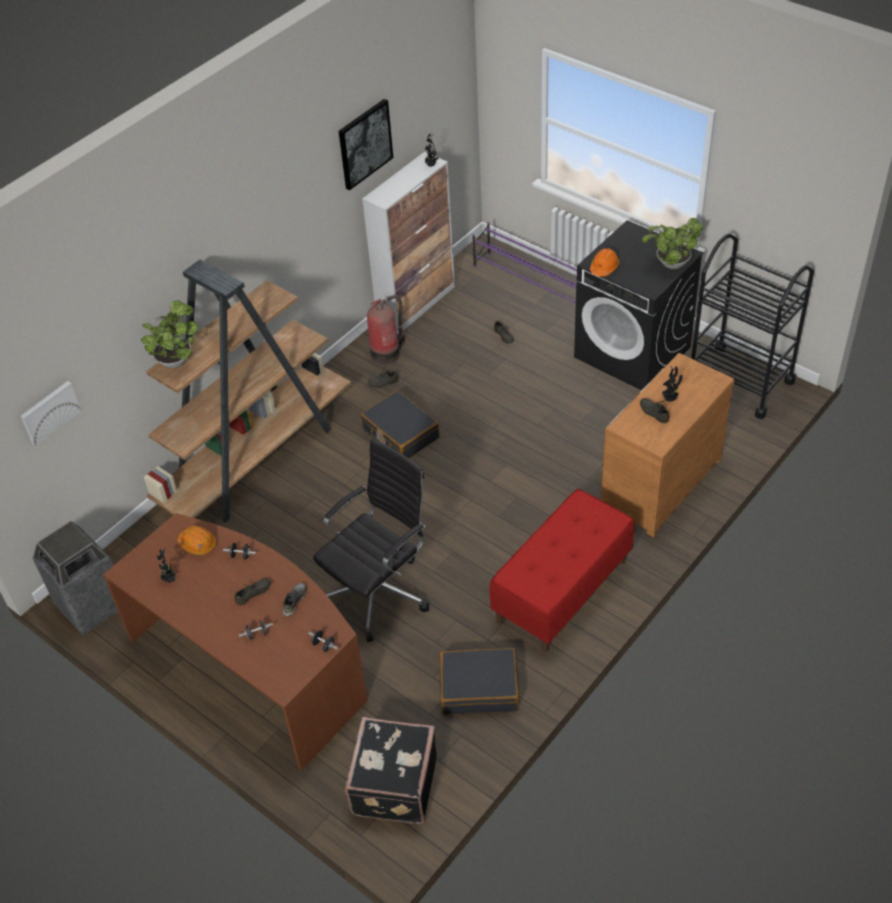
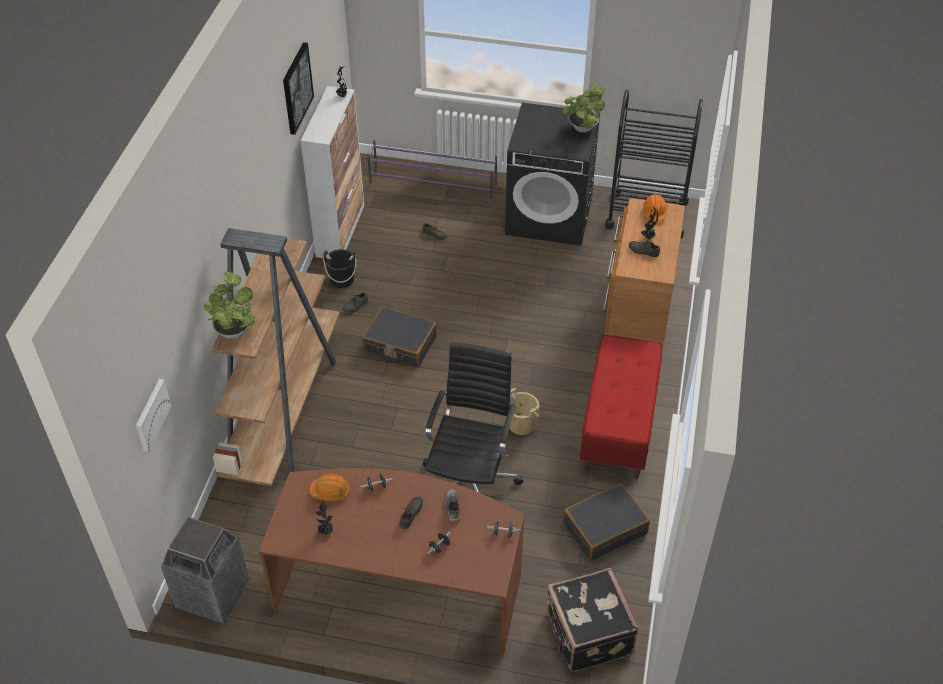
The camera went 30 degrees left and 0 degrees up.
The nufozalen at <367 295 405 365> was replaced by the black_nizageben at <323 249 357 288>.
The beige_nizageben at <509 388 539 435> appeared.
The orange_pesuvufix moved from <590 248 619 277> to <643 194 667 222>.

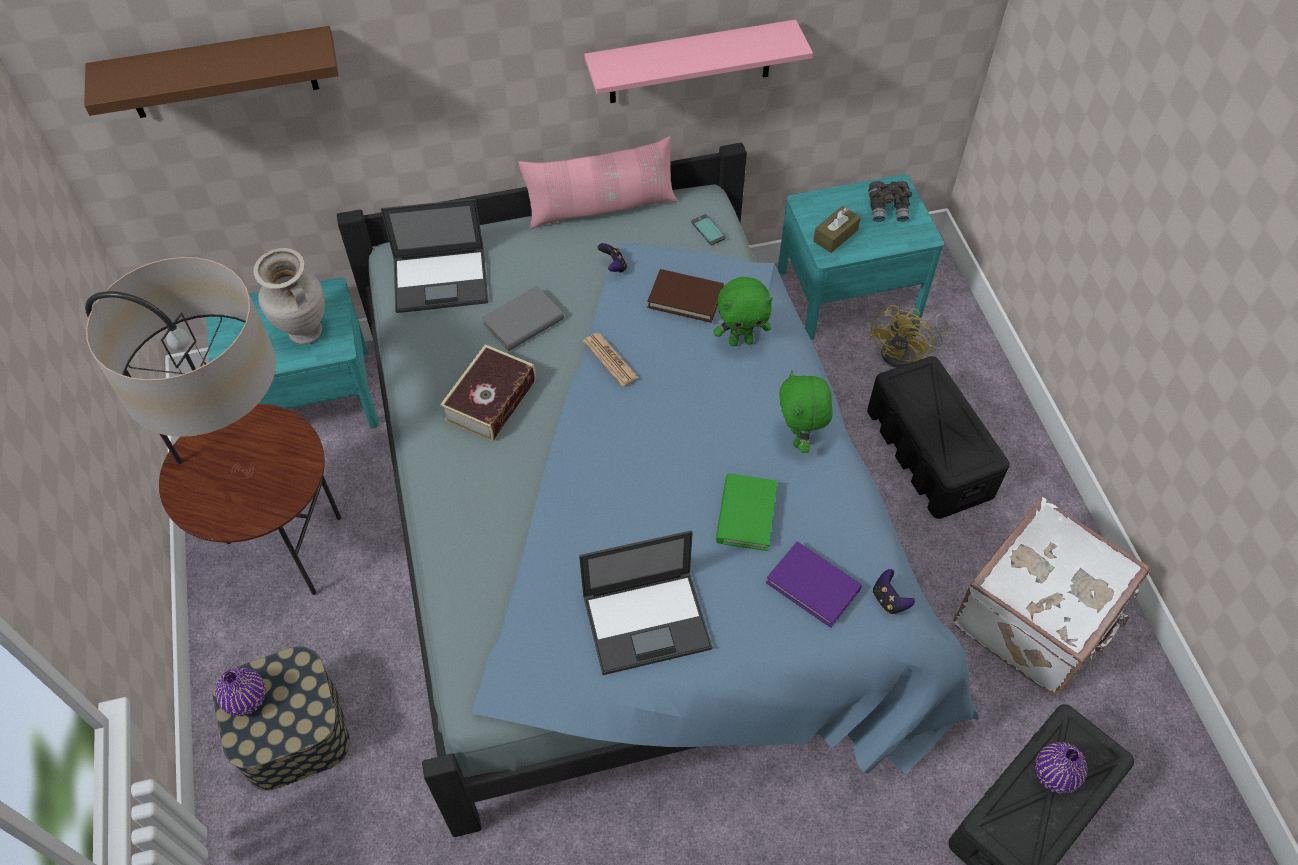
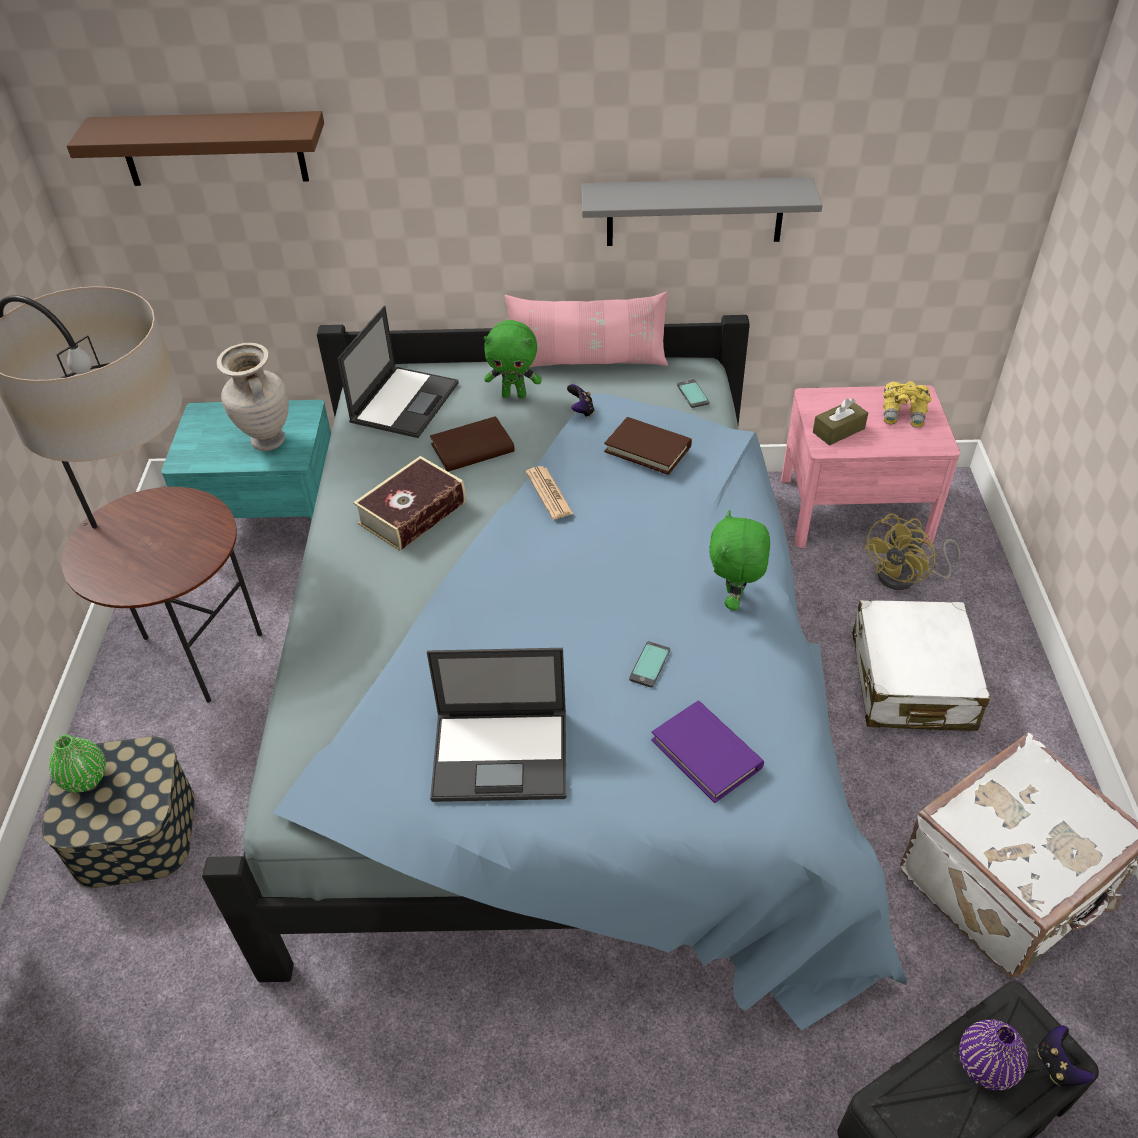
The camera went 15 degrees right and 10 degrees down.
The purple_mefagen at <215 667 266 716> became the green_mefagen at <49 735 106 793>.
The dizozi at <381 199 488 313> turned 75 degrees counterclockwise.
The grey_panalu at <482 286 564 351> became the brown_panalu at <430 416 515 472>.
The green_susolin moved from <713 277 773 346> to <484 320 542 398>.
The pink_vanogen at <584 20 813 103> became the grey_vanogen at <581 177 822 246>.
The green_panalu at <716 474 778 551> was replaced by the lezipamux at <629 641 670 688>.
The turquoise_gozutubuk at <778 174 944 340> became the pink_gozutubuk at <781 385 960 548>.
The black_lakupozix at <867 356 1010 519> was replaced by the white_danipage at <853 600 990 731>.
The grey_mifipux at <868 181 912 222> became the yellow_mifipux at <883 381 931 428>.
The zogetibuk moved from <873 569 915 614> to <1037 1026 1095 1086>.

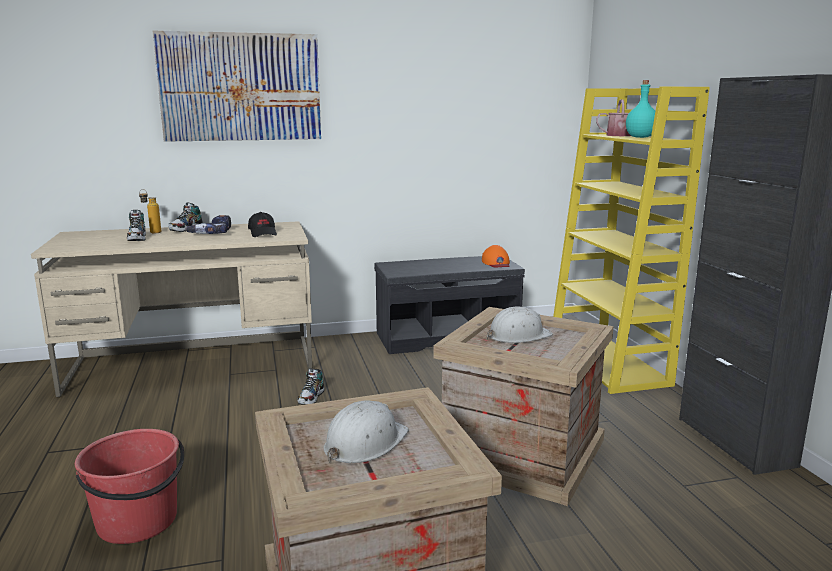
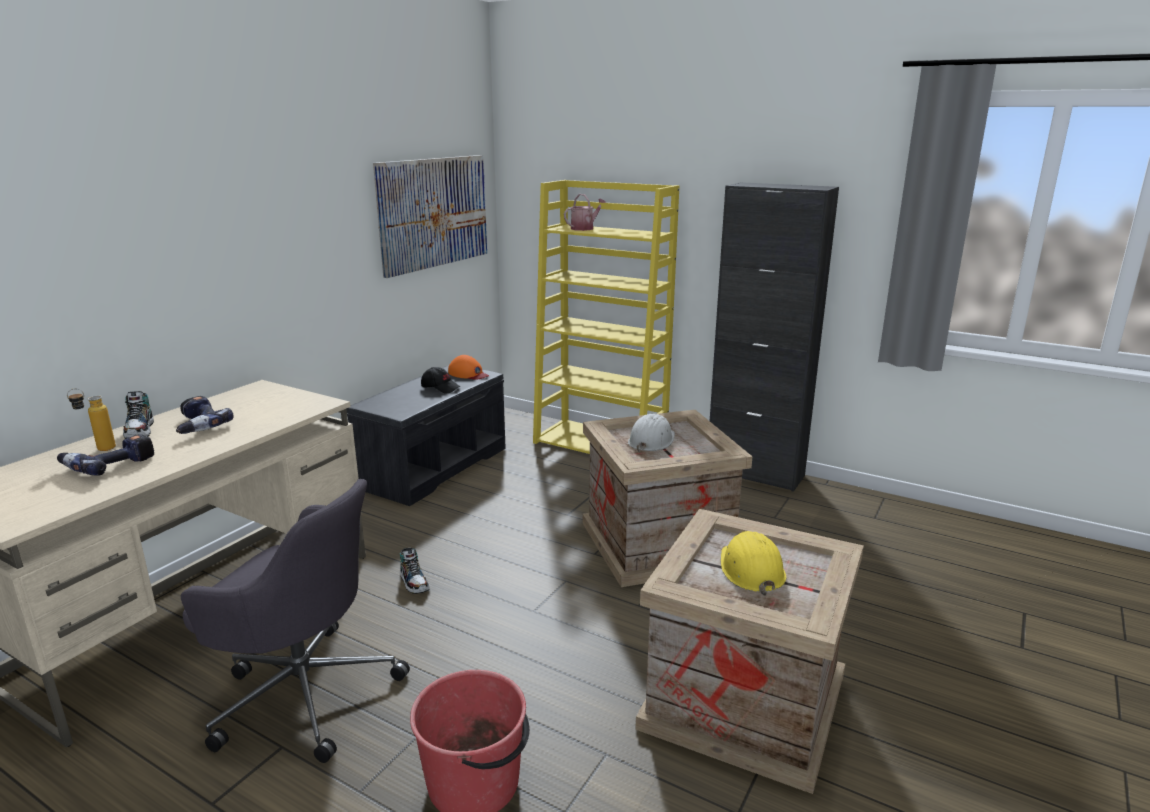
The camera went 45 degrees left and 5 degrees up.
The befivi at <127 210 146 241> was replaced by the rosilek at <57 434 154 476>.
The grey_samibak at <181 479 410 763> appeared.
The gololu moved from <152 31 321 142> to <373 155 487 278>.
The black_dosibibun moved from <248 212 277 237> to <421 367 460 394>.
The white_pesuvufix at <324 400 409 463> became the yellow_pesuvufix at <721 531 786 596>.
The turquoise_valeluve at <626 80 655 138> disappeared.

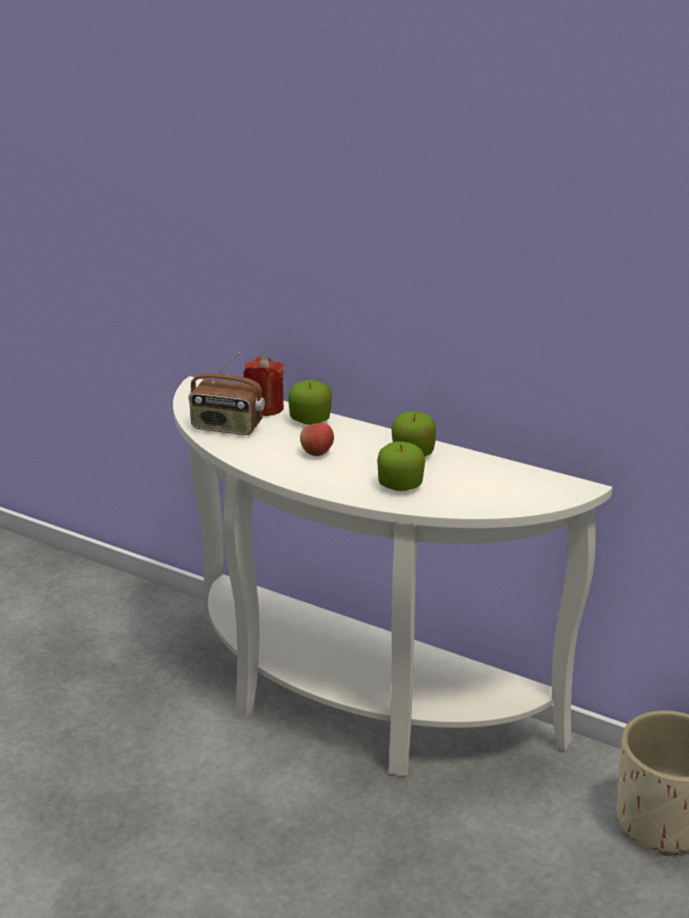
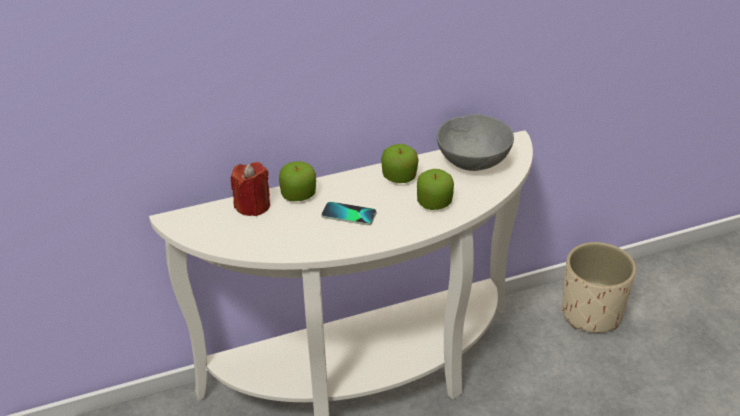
The camera went 50 degrees left and 10 degrees up.
The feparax at <300 423 334 456> was replaced by the lezipamux at <321 202 376 225>.
The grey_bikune at <437 114 514 171> appeared.
The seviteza at <188 352 265 435> disappeared.

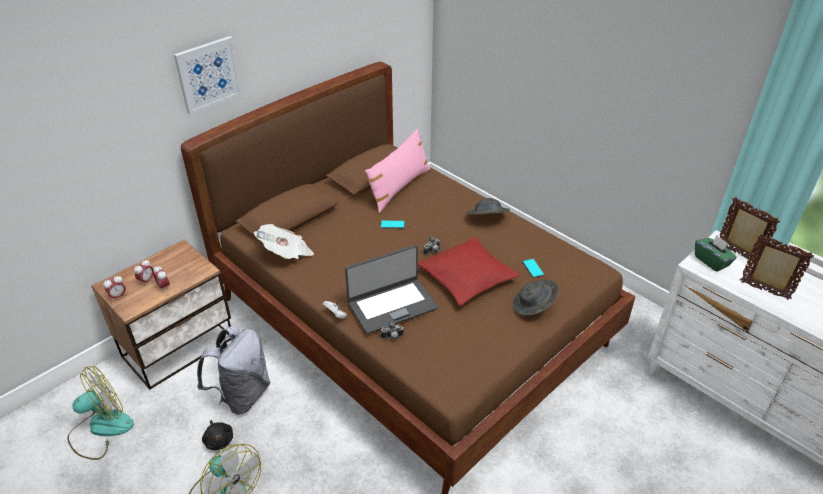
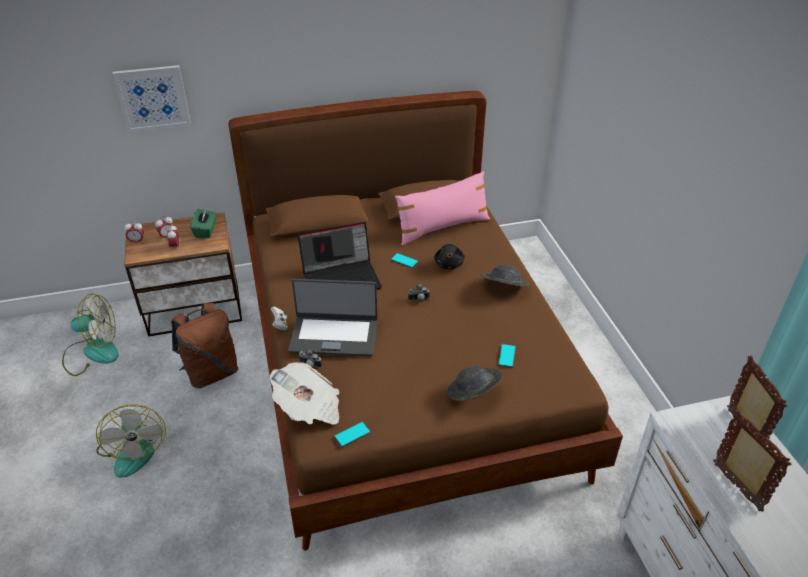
The camera went 30 degrees right and 0 degrees up.
The gololu moved from <174 36 243 115> to <112 65 191 132>.
The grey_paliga at <197 326 270 415> became the brown_paliga at <171 303 238 389>.
The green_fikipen moved from <695 235 737 272> to <190 208 216 238>.
The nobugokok moved from <254 224 314 259> to <270 362 339 425>.
The dizozi at <298 222 382 289> appeared.
The lezipamux at <334 421 371 448> appeared.
The black_susolin moved from <202 420 233 450> to <434 244 465 269>.
The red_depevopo at <418 236 520 306> disappeared.

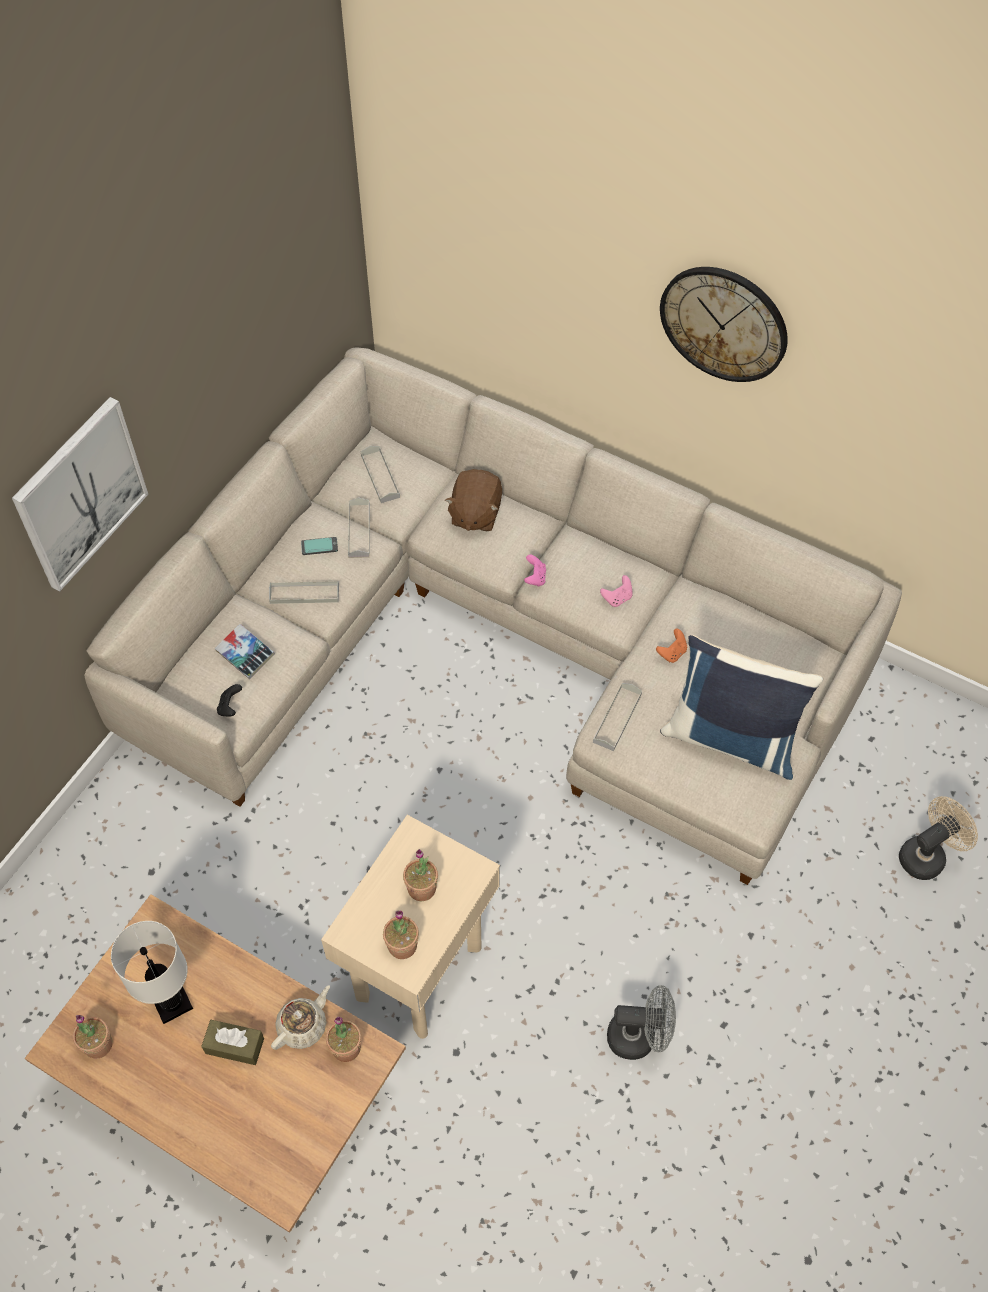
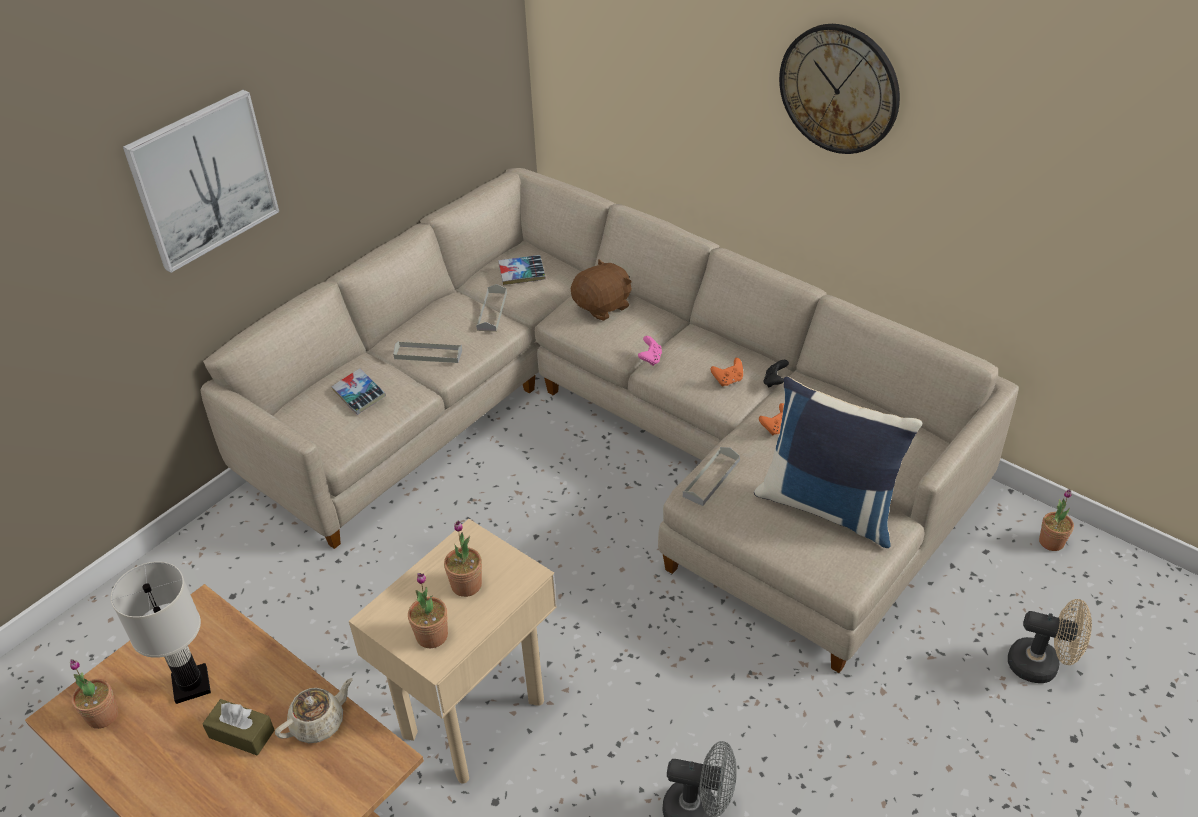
The camera went 10 degrees right and 15 degrees down.
The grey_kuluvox at <361 446 400 503> was replaced by the panalu at <498 255 545 285>.
The brown_susolin at <445 469 502 531> turned 150 degrees counterclockwise.
The pink_zogetibuk at <600 575 633 607> became the orange_zogetibuk at <711 358 743 386>.
The black_zogetibuk moved from <217 684 242 717> to <764 360 789 387>.
The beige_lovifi at <899 796 978 880> turned 45 degrees clockwise.
The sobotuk moved from <326 1016 361 1062> to <1039 489 1074 551>.
The lezipamux at <301 537 338 555> disappeared.

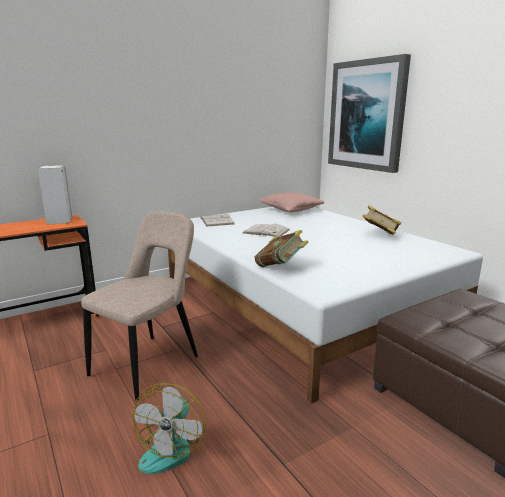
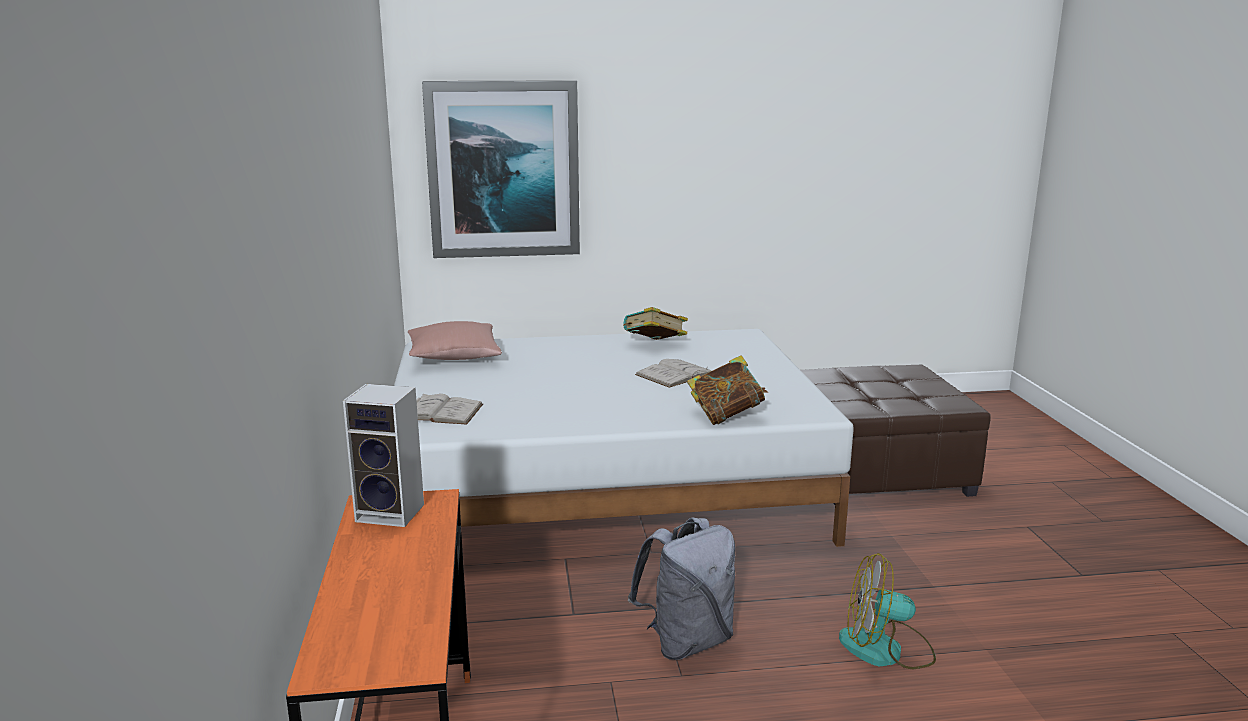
The camera went 65 degrees left and 0 degrees up.
The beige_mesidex at <81 211 198 400> was replaced by the grey_paliga at <628 517 736 660>.
The white_panalu moved from <243 224 290 237> to <635 359 712 388>.
The lovifi at <133 383 205 474> turned 150 degrees clockwise.

